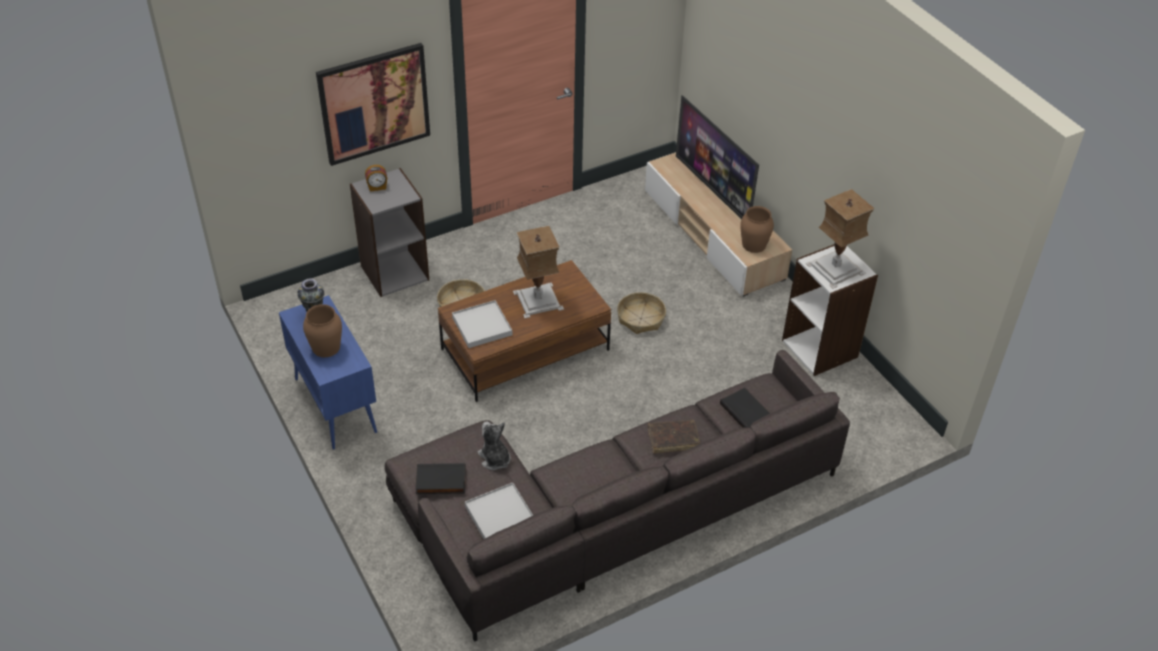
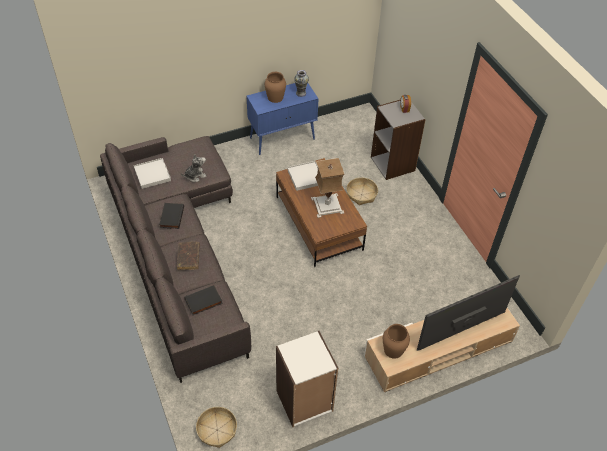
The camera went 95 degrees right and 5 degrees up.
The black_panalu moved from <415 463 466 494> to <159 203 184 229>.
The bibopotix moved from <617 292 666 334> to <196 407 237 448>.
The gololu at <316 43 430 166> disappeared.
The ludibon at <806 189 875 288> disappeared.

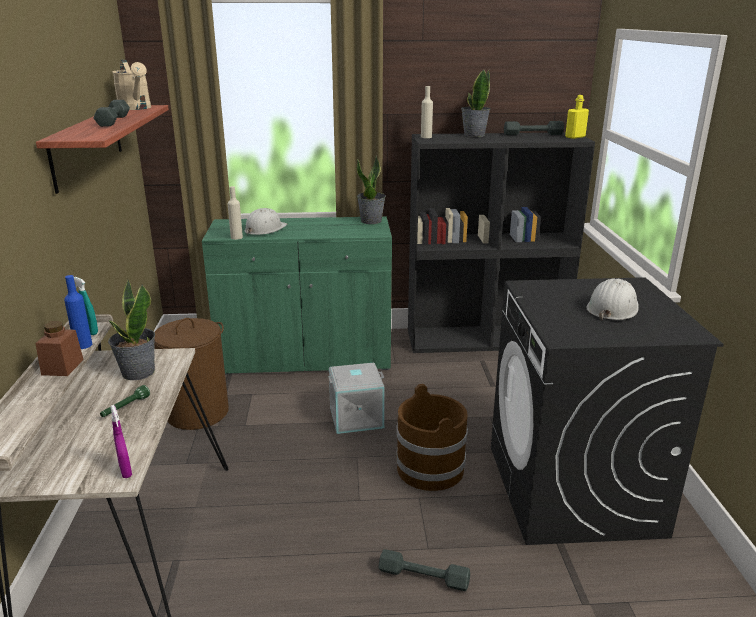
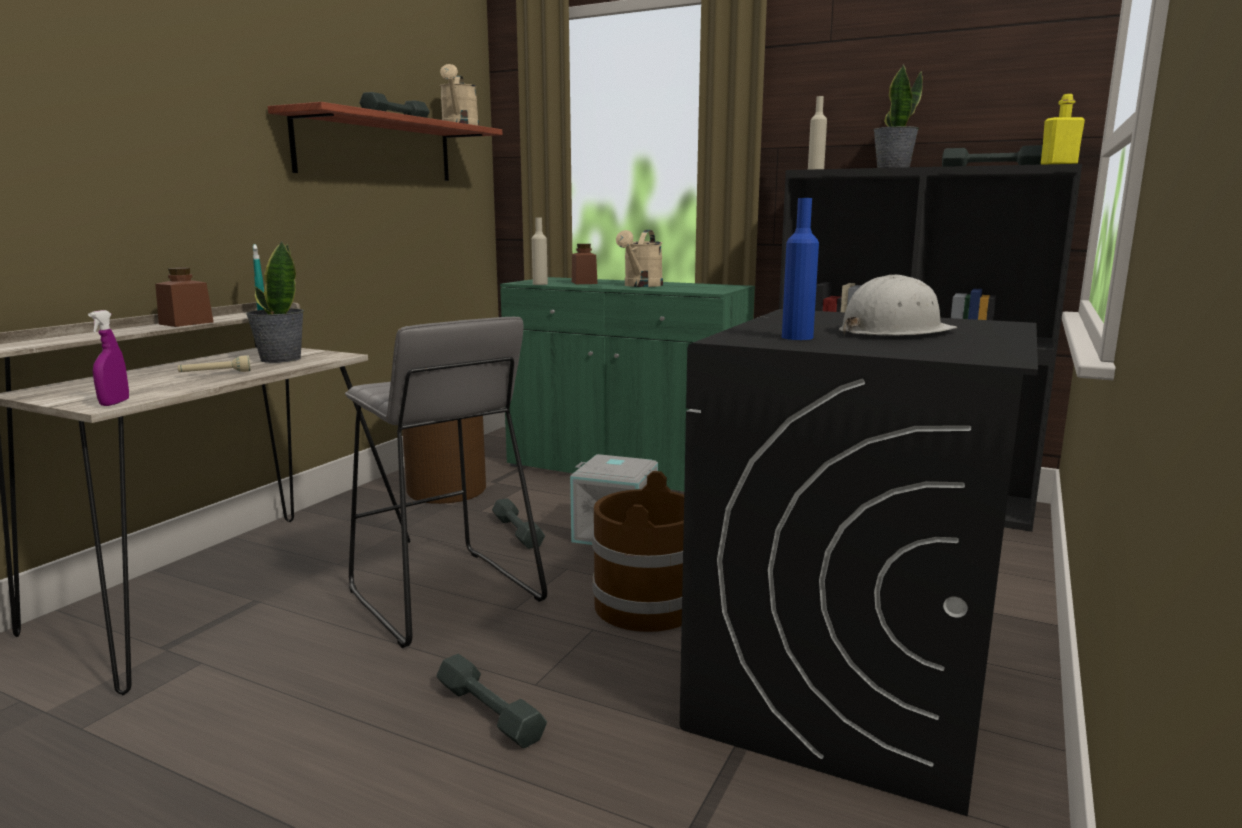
The camera went 30 degrees right and 10 degrees down.
The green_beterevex at <100 385 150 417> became the beige_beterevex at <178 355 251 372>.
The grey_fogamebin at <345 316 547 648> appeared.
The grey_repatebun at <492 498 545 549> appeared.
The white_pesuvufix at <244 208 287 236> was replaced by the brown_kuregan at <572 244 597 284>.
The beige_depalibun at <616 230 663 287> appeared.
The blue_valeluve moved from <64 275 92 349> to <782 198 819 340>.
The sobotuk at <357 155 386 224> disappeared.

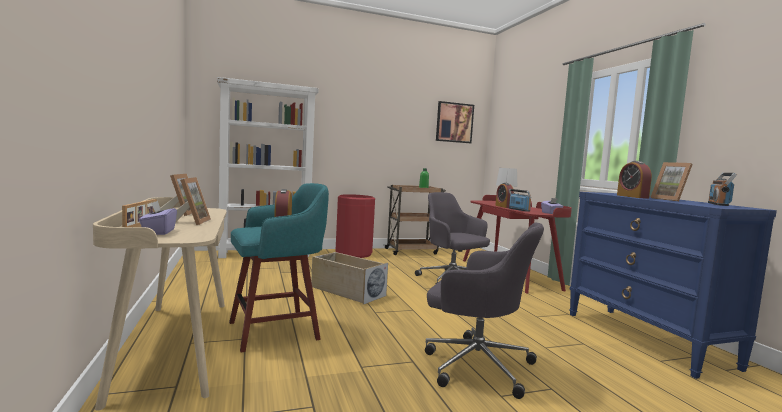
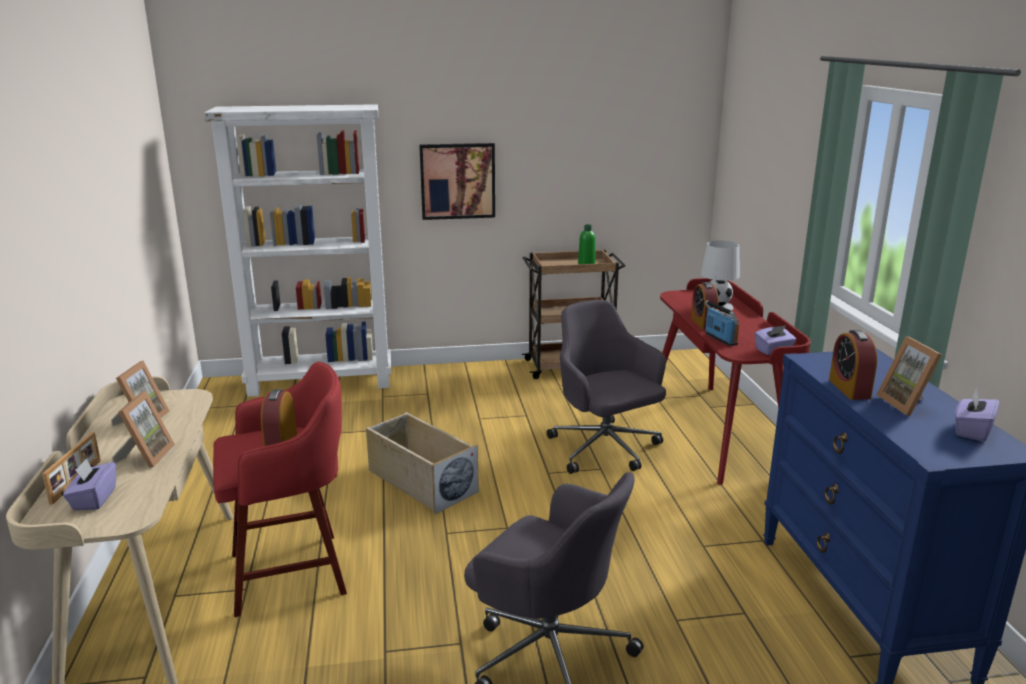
The camera went 10 degrees right and 15 degrees up.
The turquoise_fogamebin at <229 183 329 353> became the red_fogamebin at <213 362 347 617>.
The gololu moved from <436 101 474 143> to <419 143 495 220>.
The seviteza at <708 173 737 206> was replaced by the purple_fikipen at <955 389 999 442>.
The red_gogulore at <336 194 375 258> disappeared.

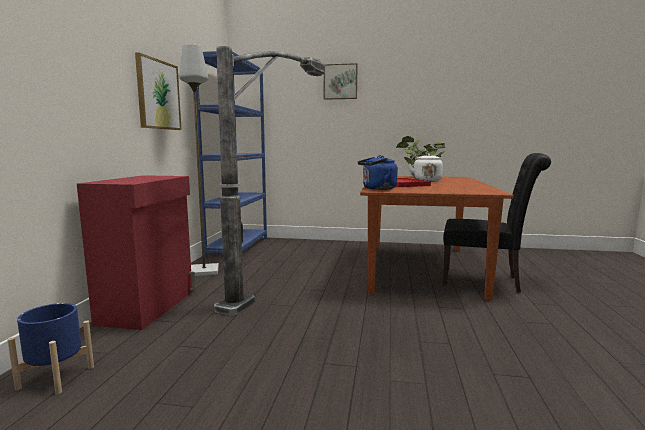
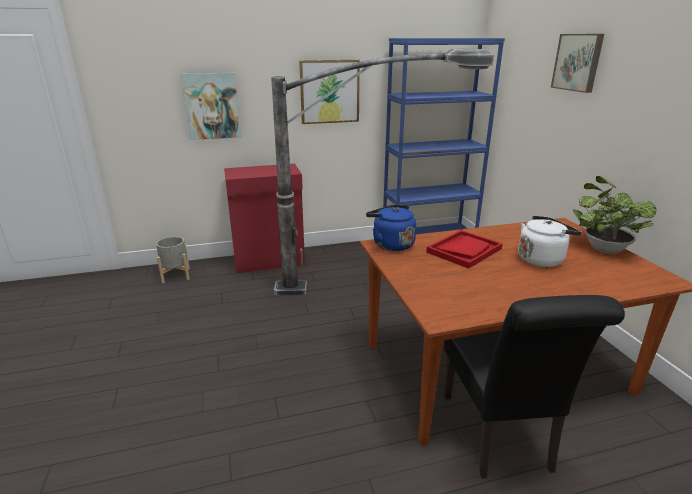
The camera went 65 degrees right and 15 degrees up.
The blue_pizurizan at <8 303 94 394> became the grey_pizurizan at <156 237 190 283>.
The gololu at <181 73 241 140> appeared.
The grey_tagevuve at <179 44 219 276> disappeared.

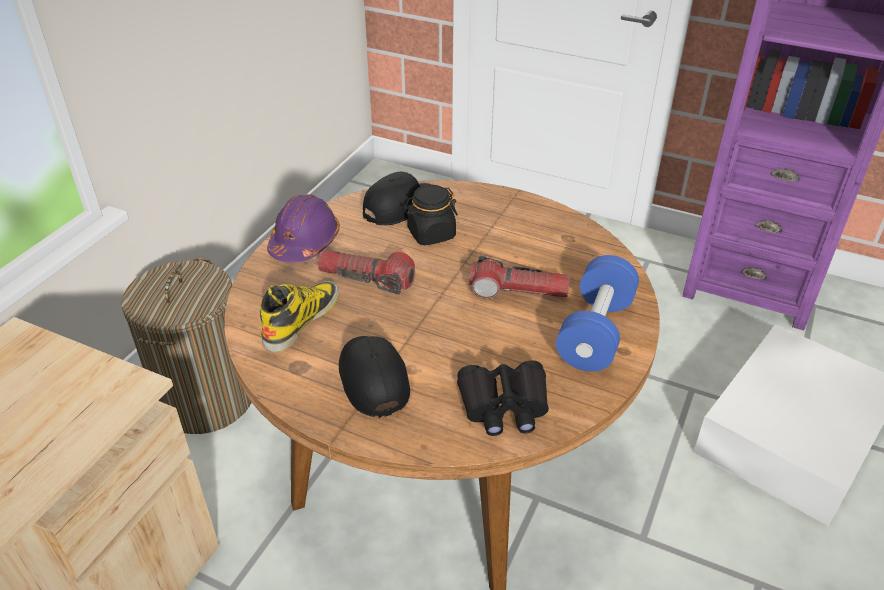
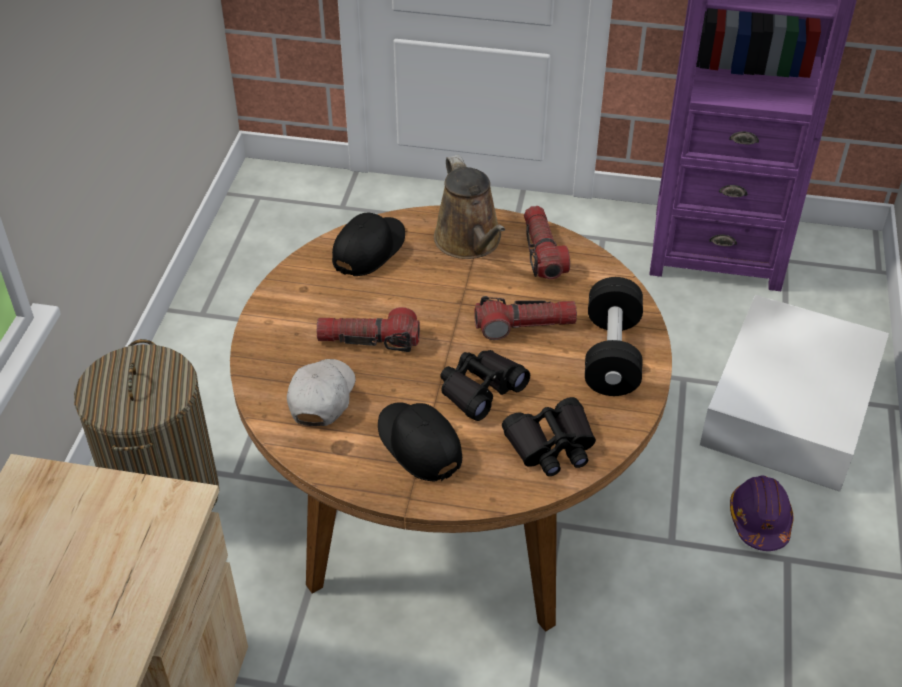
The camera went 15 degrees left and 5 degrees up.
The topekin at <260 281 339 352> was replaced by the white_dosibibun at <287 359 356 426>.
The brown_depalibun at <434 155 505 259> appeared.
The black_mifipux at <441 350 530 421> appeared.
The beterevex at <524 206 570 279> appeared.
The blue_repatebun at <556 255 639 372> became the black_repatebun at <585 277 643 396>.
The purple_pesuvufix moved from <267 194 340 262> to <730 476 794 551>.
The black_kuregan at <404 185 458 245> disappeared.

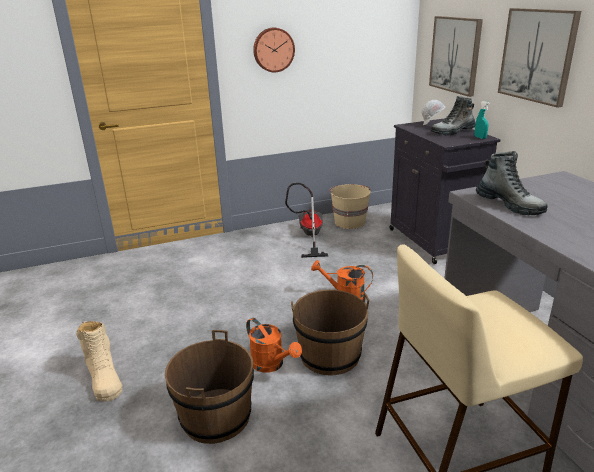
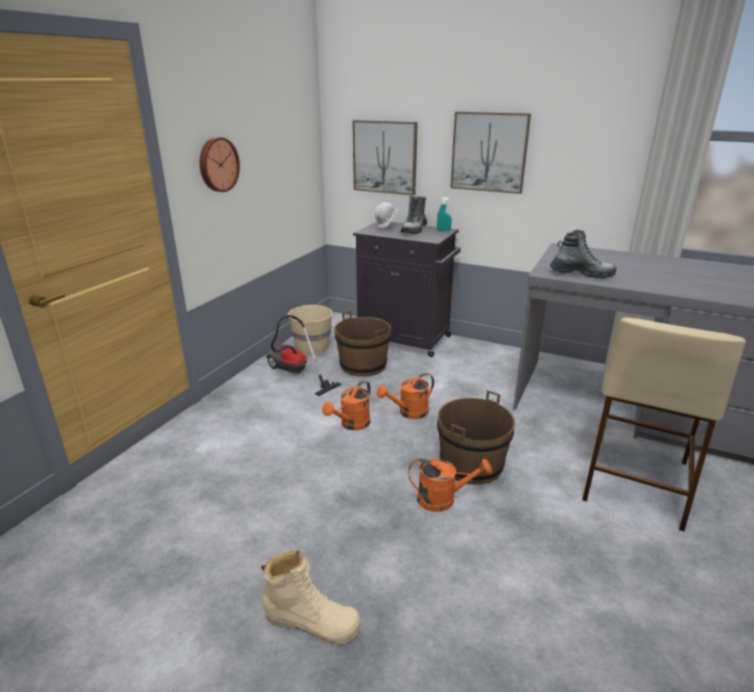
The camera went 45 degrees left and 0 degrees up.
The orange_depalibun at <322 381 371 430> appeared.
The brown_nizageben moved from <165 330 254 444> to <334 311 391 377>.

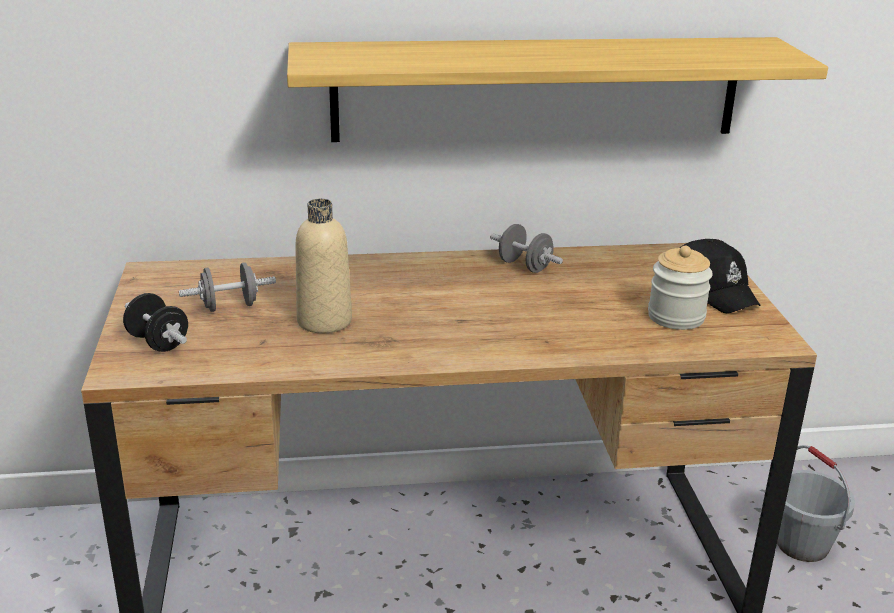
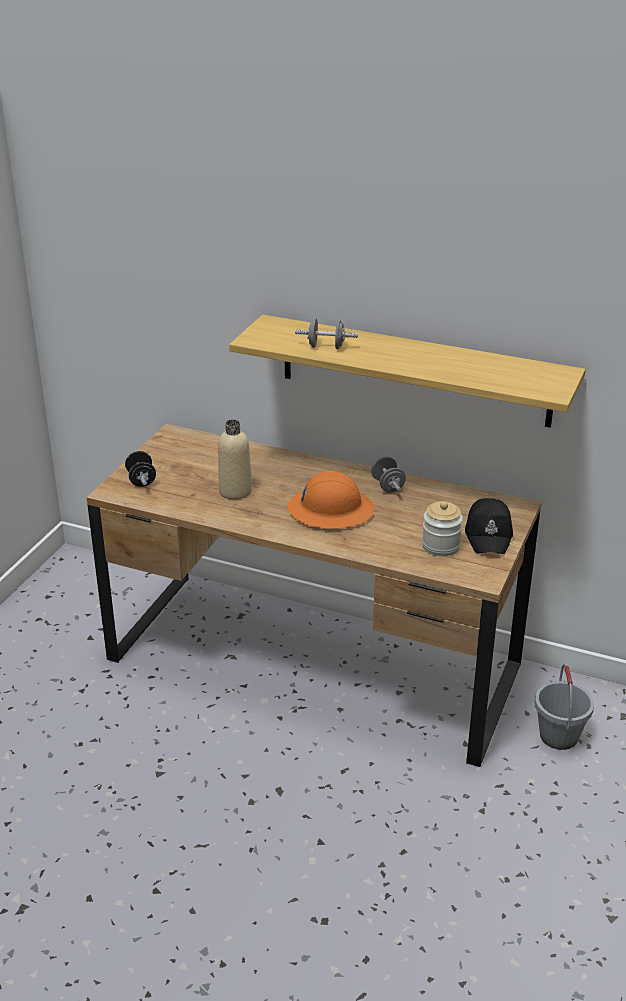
The camera went 30 degrees right and 5 degrees up.
The orange_pesuvufix at <288 471 374 529> appeared.
The grey_repatebun moved from <179 262 276 312> to <295 318 358 349>.

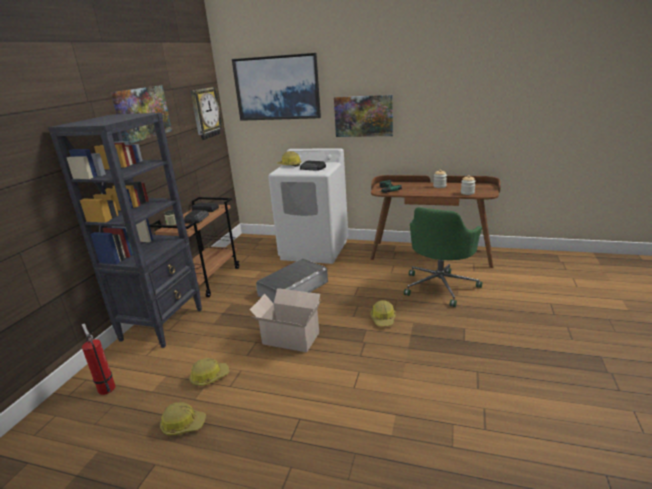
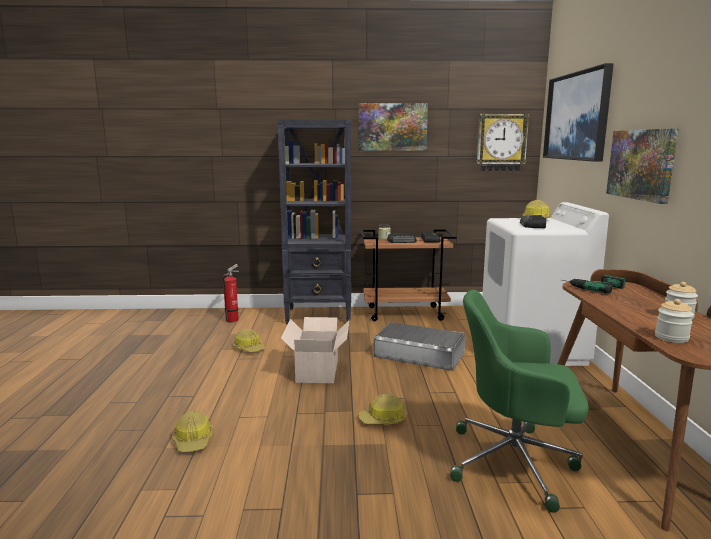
The camera went 70 degrees right and 10 degrees down.
The pesuvufix moved from <160 402 206 435> to <173 411 213 452>.

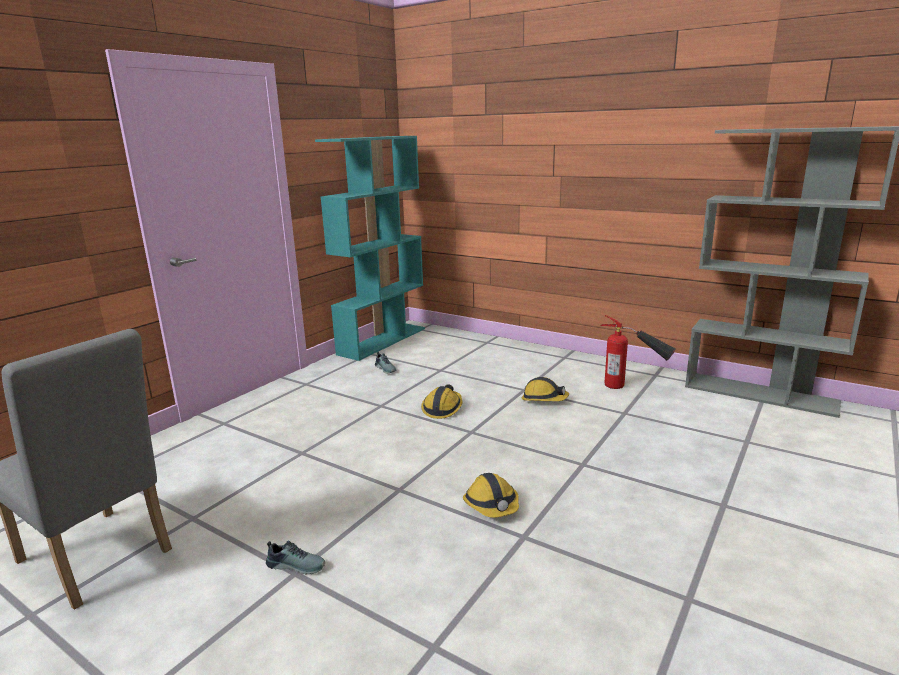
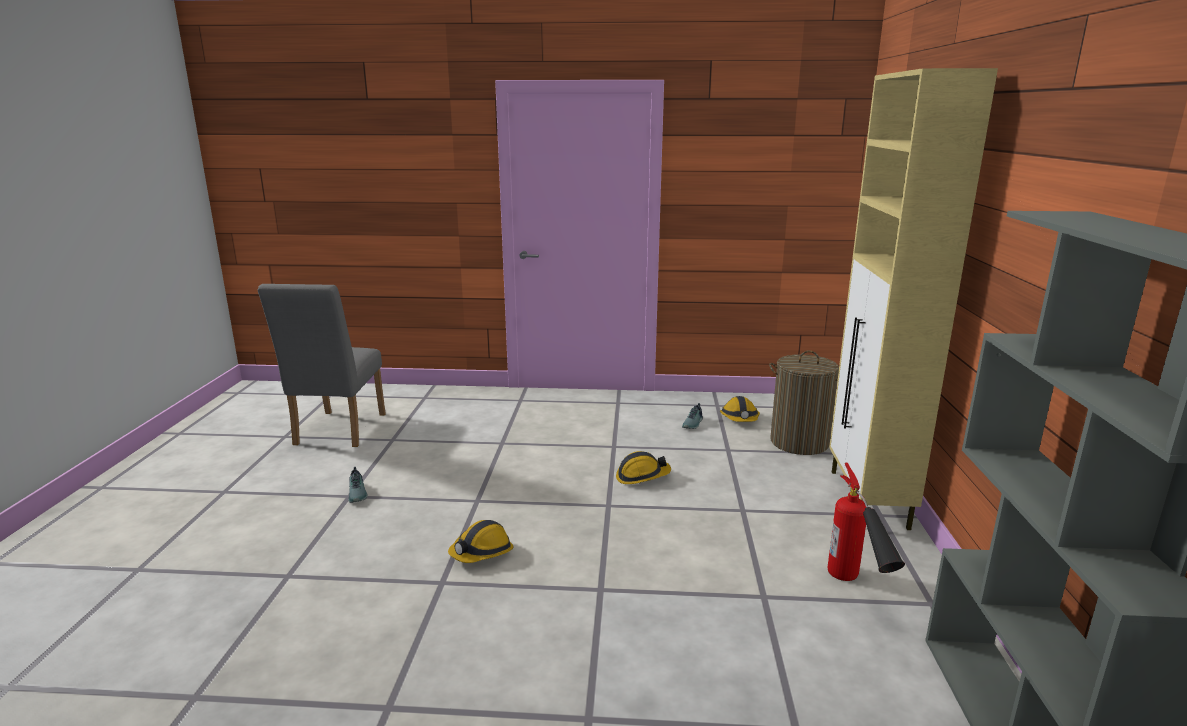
The camera went 60 degrees right and 0 degrees up.
The pesuvufix moved from <522 377 569 401> to <720 396 760 422>.
The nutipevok at <769 351 839 455> appeared.
The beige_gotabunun at <829 68 998 530> appeared.
The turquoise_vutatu at <315 136 425 361> disappeared.

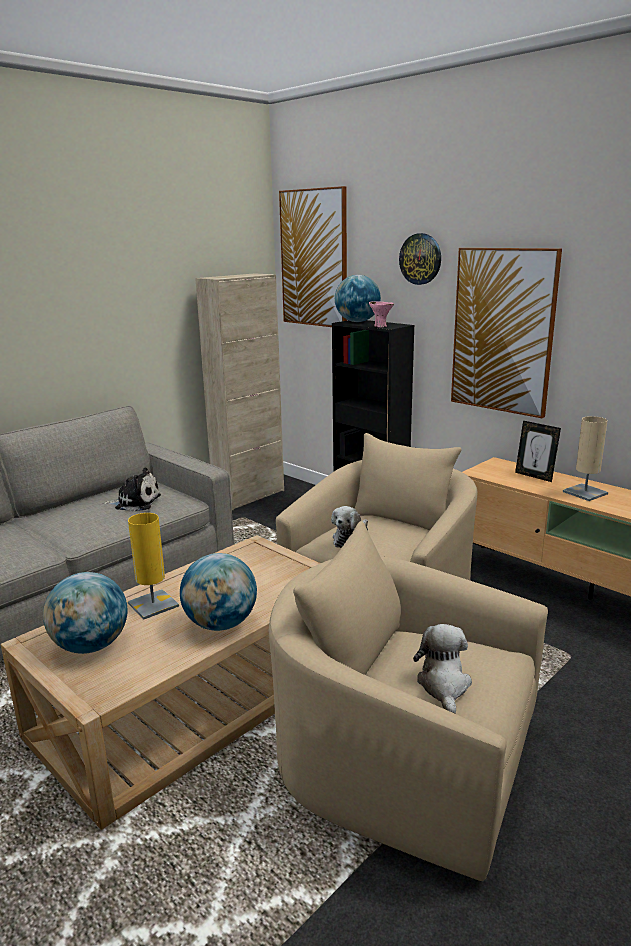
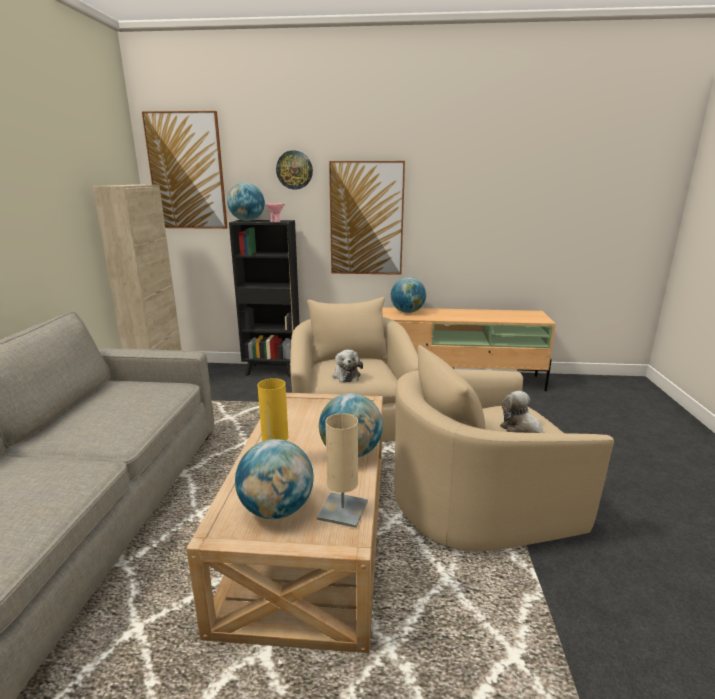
The camera went 40 degrees left and 0 degrees up.
The beige_ludibon moved from <563 416 608 501> to <317 413 368 528>.
The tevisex at <515 421 561 482> was replaced by the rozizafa at <391 277 426 313>.
The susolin at <103 467 161 511> disappeared.

